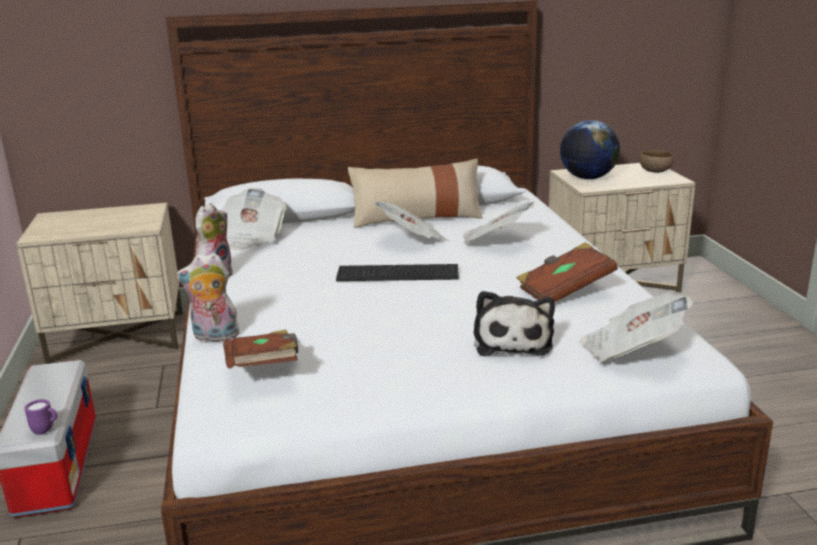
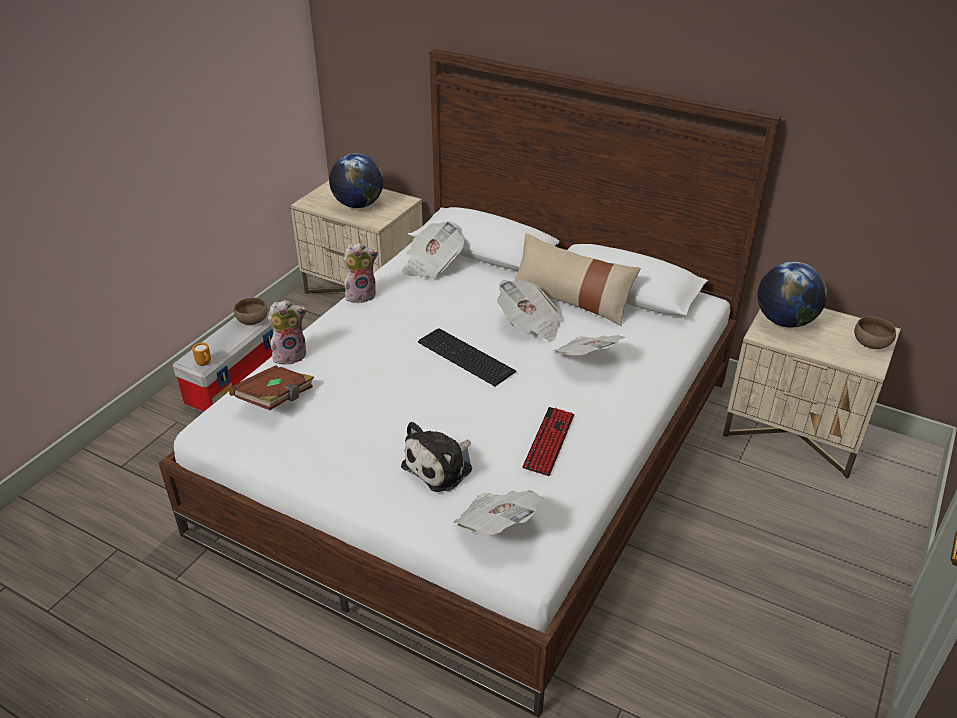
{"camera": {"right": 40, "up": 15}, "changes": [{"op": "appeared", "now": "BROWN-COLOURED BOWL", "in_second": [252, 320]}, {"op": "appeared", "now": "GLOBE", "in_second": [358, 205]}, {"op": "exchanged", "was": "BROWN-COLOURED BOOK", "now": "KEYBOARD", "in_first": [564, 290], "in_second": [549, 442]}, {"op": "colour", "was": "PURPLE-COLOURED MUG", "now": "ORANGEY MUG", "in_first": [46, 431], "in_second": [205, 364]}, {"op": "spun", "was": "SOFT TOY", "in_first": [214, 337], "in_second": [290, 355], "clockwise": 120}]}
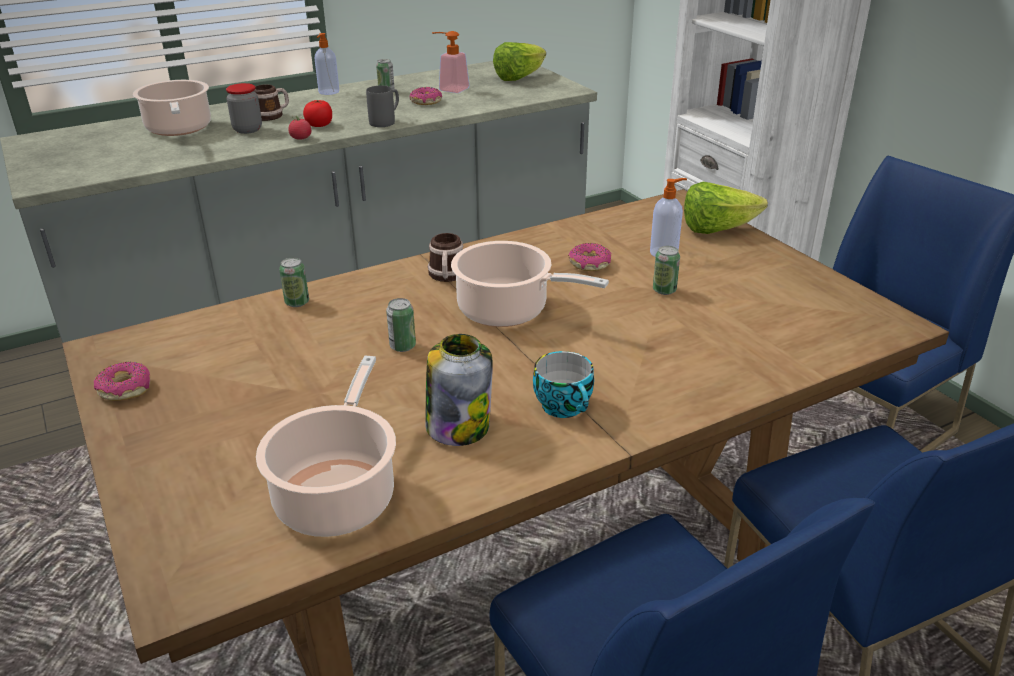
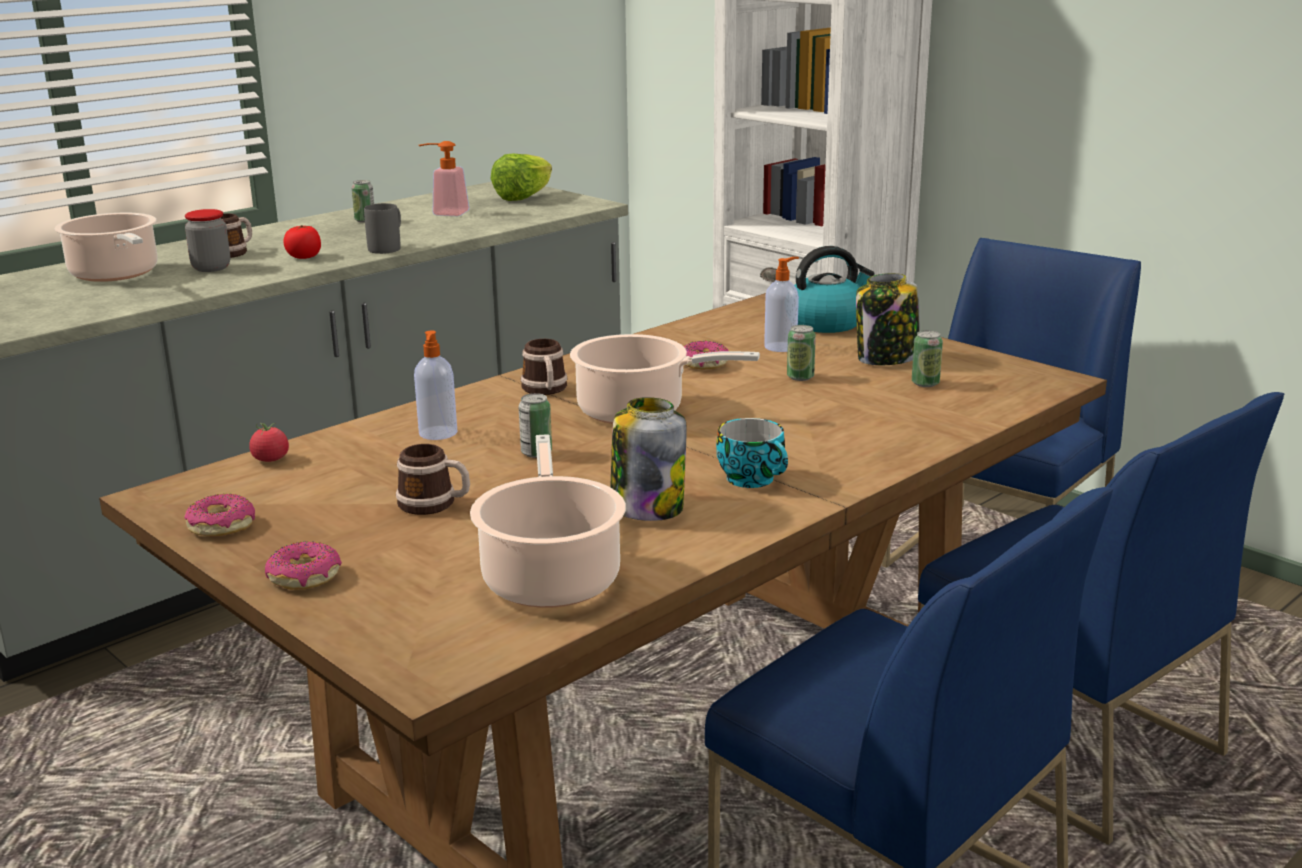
{"camera": {"right": -15, "up": -10}, "changes": [{"op": "appeared", "now": "MUG", "in_second": [434, 504]}, {"op": "appeared", "now": "PRESERVE JAR", "in_second": [886, 359]}, {"op": "relocated", "was": "SEALED CAN", "in_first": [297, 302], "in_second": [925, 383]}, {"op": "relocated", "was": "FRESH TOMATO", "in_first": [301, 138], "in_second": [270, 459]}, {"op": "relocated", "was": "SOAP DISPENSER", "in_first": [328, 92], "in_second": [438, 434]}, {"op": "relocated", "was": "DOUGHNUT", "in_first": [426, 102], "in_second": [305, 577]}, {"op": "exchanged", "was": "LETTUCE HEAD", "now": "KETTLE", "in_first": [717, 229], "in_second": [826, 322]}]}
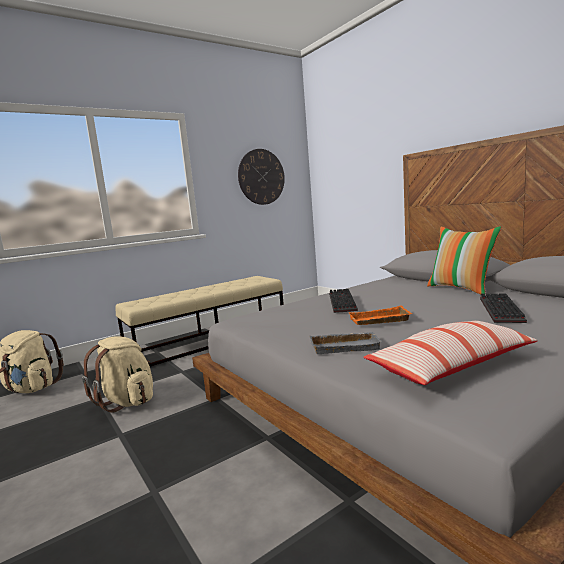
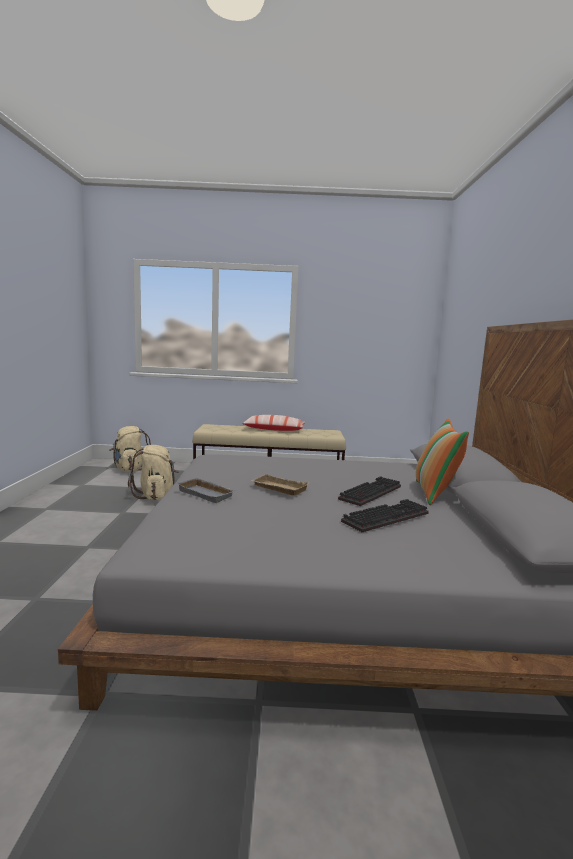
{"camera": {"right": 35, "up": 0}, "changes": [{"op": "missing", "was": "CLOCK ON THE WALL", "in_first": [261, 177]}, {"op": "relocated", "was": "KEYBOARD", "in_first": [340, 302], "in_second": [370, 492]}, {"op": "relocated", "was": "CUSHION", "in_first": [451, 366], "in_second": [274, 430]}, {"op": "colour", "was": "ORANGEY SERVING TRAY", "now": "BEIGE SERVING TRAY", "in_first": [379, 321], "in_second": [278, 488]}]}
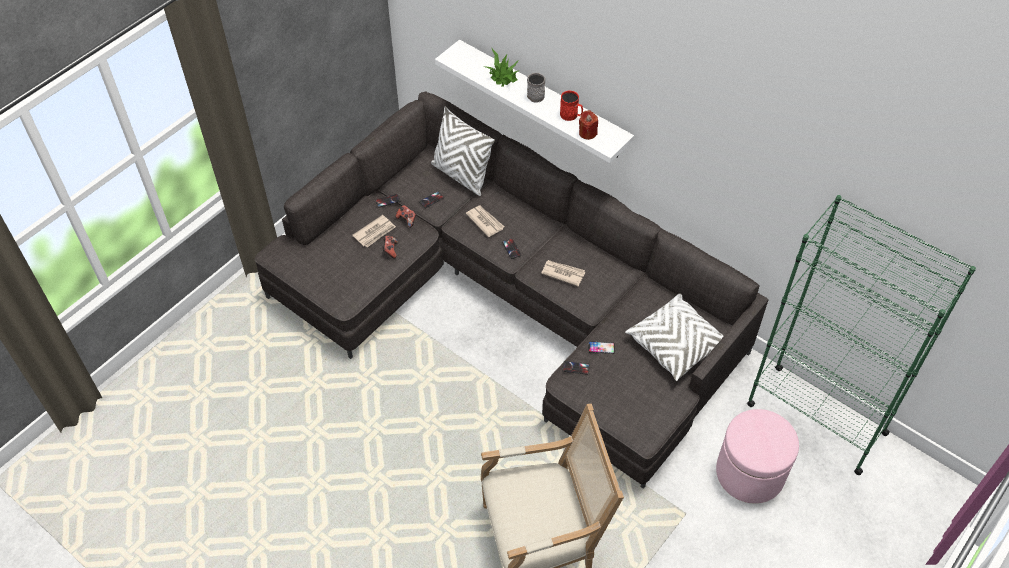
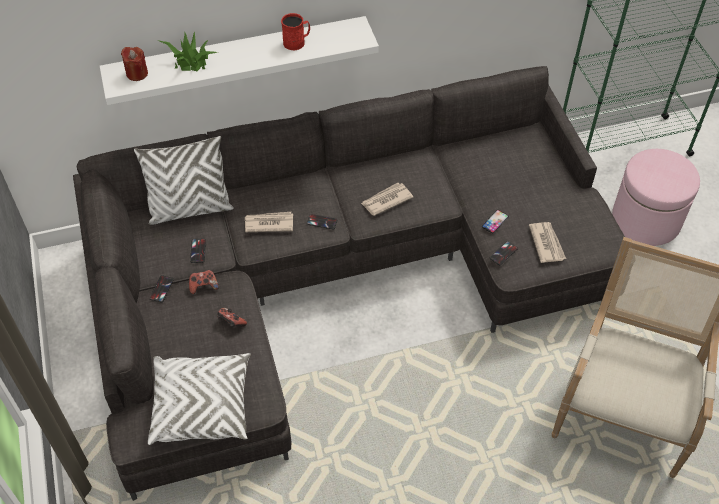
{"camera": {"right": -55, "up": 0}, "changes": [{"op": "missing", "was": "GRAY MUG", "in_first": [534, 94]}, {"op": "relocated", "was": "PRINTED PAPER", "in_first": [375, 232], "in_second": [546, 243]}, {"op": "relocated", "was": "RED-COLOURED WAX CANDLE", "in_first": [587, 133], "in_second": [137, 73]}, {"op": "relocated", "was": "WHITISH CUSHION", "in_first": [676, 344], "in_second": [202, 405]}]}
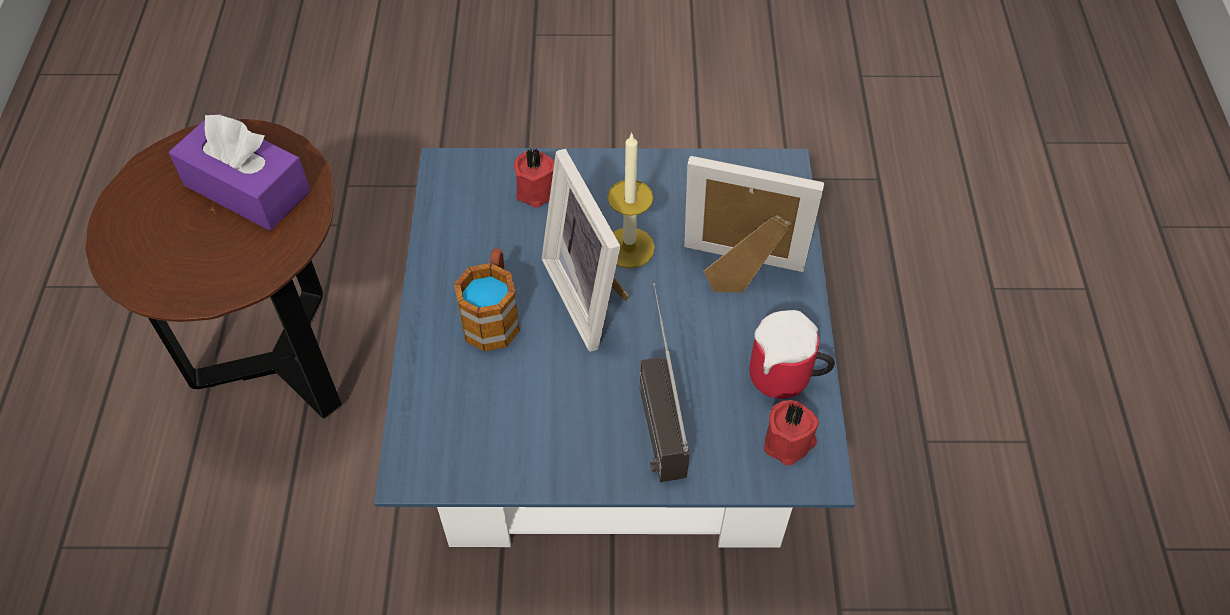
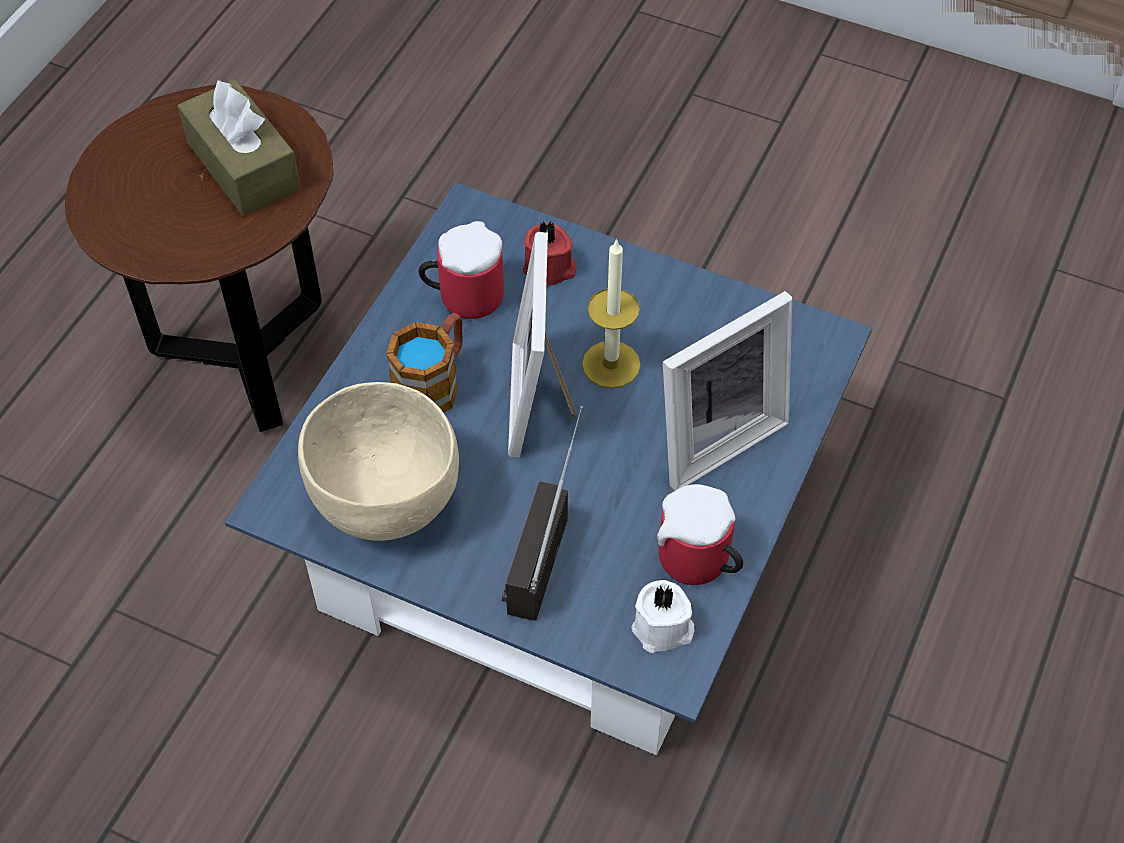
{"camera": {"right": 25, "up": 0}, "changes": [{"op": "appeared", "now": "BEIGE BOWL", "in_second": [387, 502]}, {"op": "appeared", "now": "MUG", "in_second": [463, 294]}, {"op": "colour", "was": "PURPLE-COLOURED TISSUE HOLDER", "now": "BROWN-COLOURED TISSUE HOLDER", "in_first": [247, 188], "in_second": [243, 166]}, {"op": "colour", "was": "RED-COLOURED WAX CANDLE", "now": "WHITISH WAX CANDLE", "in_first": [790, 442], "in_second": [663, 630]}, {"op": "spun", "was": "STANDING FRAME", "in_first": [739, 274], "in_second": [713, 436], "clockwise": 105}]}
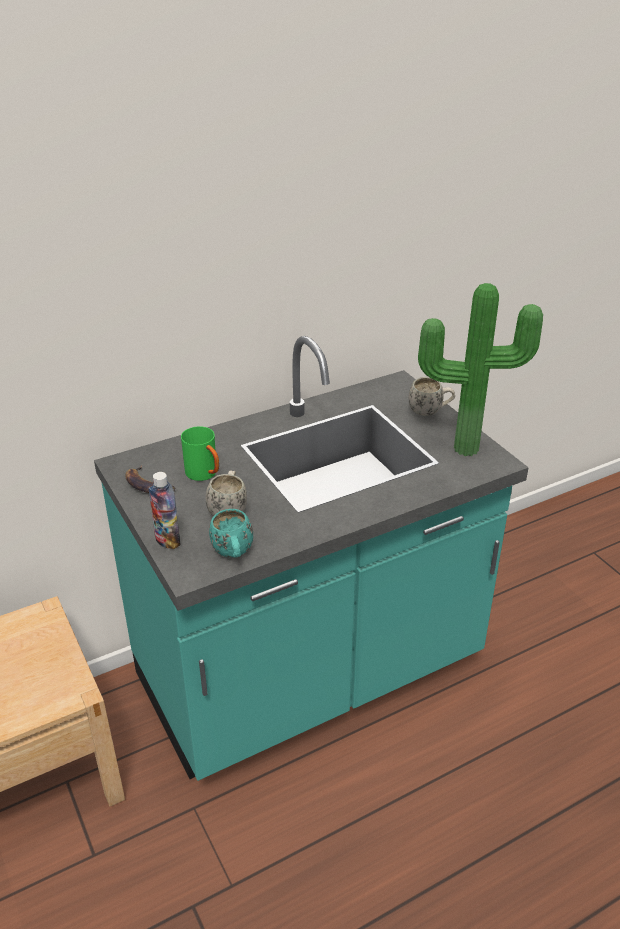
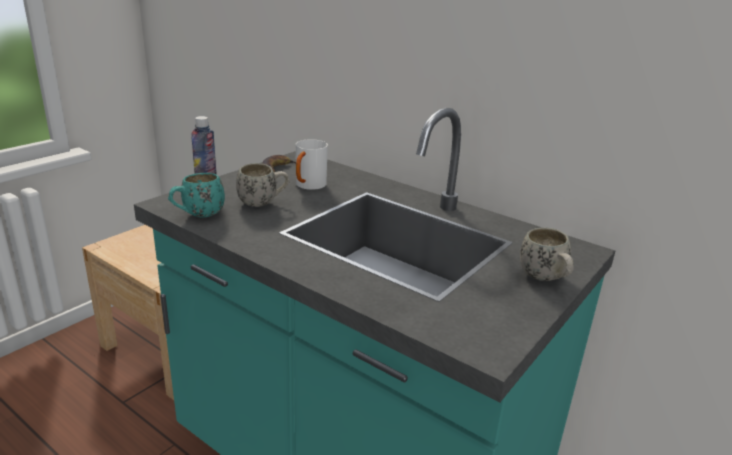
{"camera": {"right": 65, "up": -10}, "changes": [{"op": "missing", "was": "HOUSEPLANT", "in_first": [465, 446]}, {"op": "colour", "was": "GREENISH MUG", "now": "WHITISH MUG", "in_first": [205, 475], "in_second": [308, 186]}]}
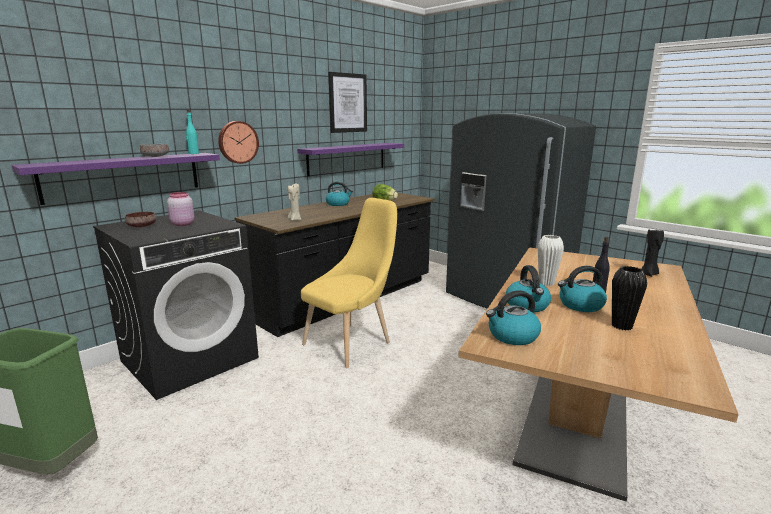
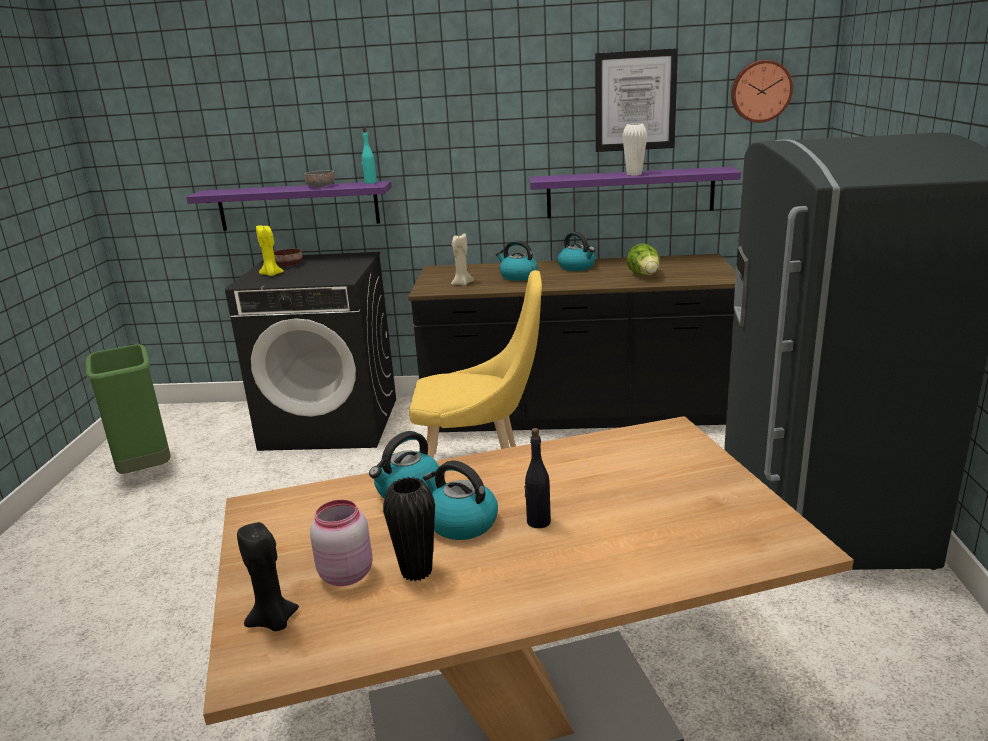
{"camera": {"right": 50, "up": 5}, "changes": [{"op": "appeared", "now": "YELLOW WAX CANDLE", "in_second": [271, 274]}, {"op": "relocated", "was": "PINKISH PRESERVE JAR", "in_first": [182, 224], "in_second": [345, 573]}, {"op": "relocated", "was": "CLOCK ON THE WALL", "in_first": [237, 142], "in_second": [760, 91]}, {"op": "relocated", "was": "KETTLE", "in_first": [512, 336], "in_second": [517, 276]}, {"op": "relocated", "was": "WHITISH FLOWER VASE", "in_first": [546, 283], "in_second": [634, 174]}, {"op": "relocated", "was": "BLACK WAX CANDLE", "in_first": [649, 274], "in_second": [274, 622]}]}
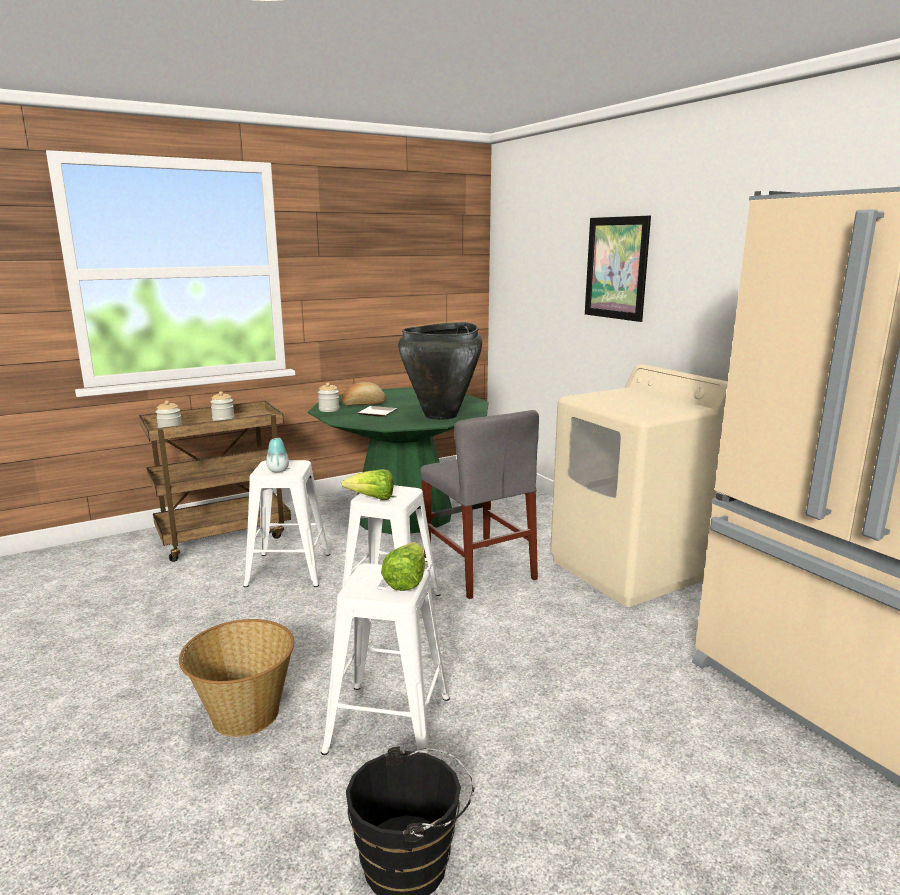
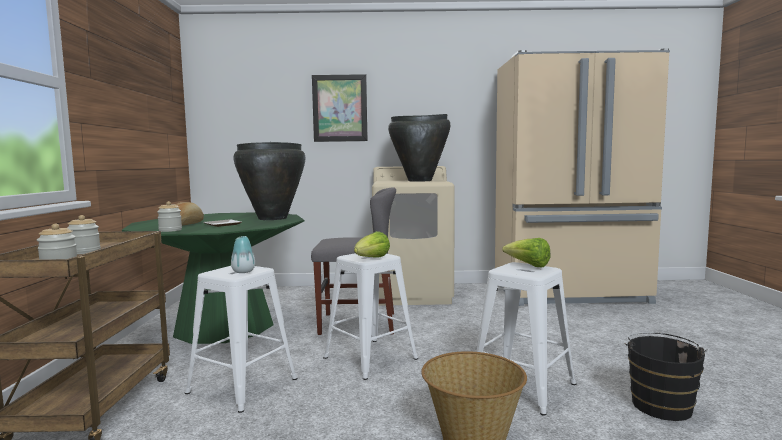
{"camera": {"right": -60, "up": -10}, "changes": [{"op": "appeared", "now": "BLACK FLOWER VASE", "in_second": [419, 181]}]}
